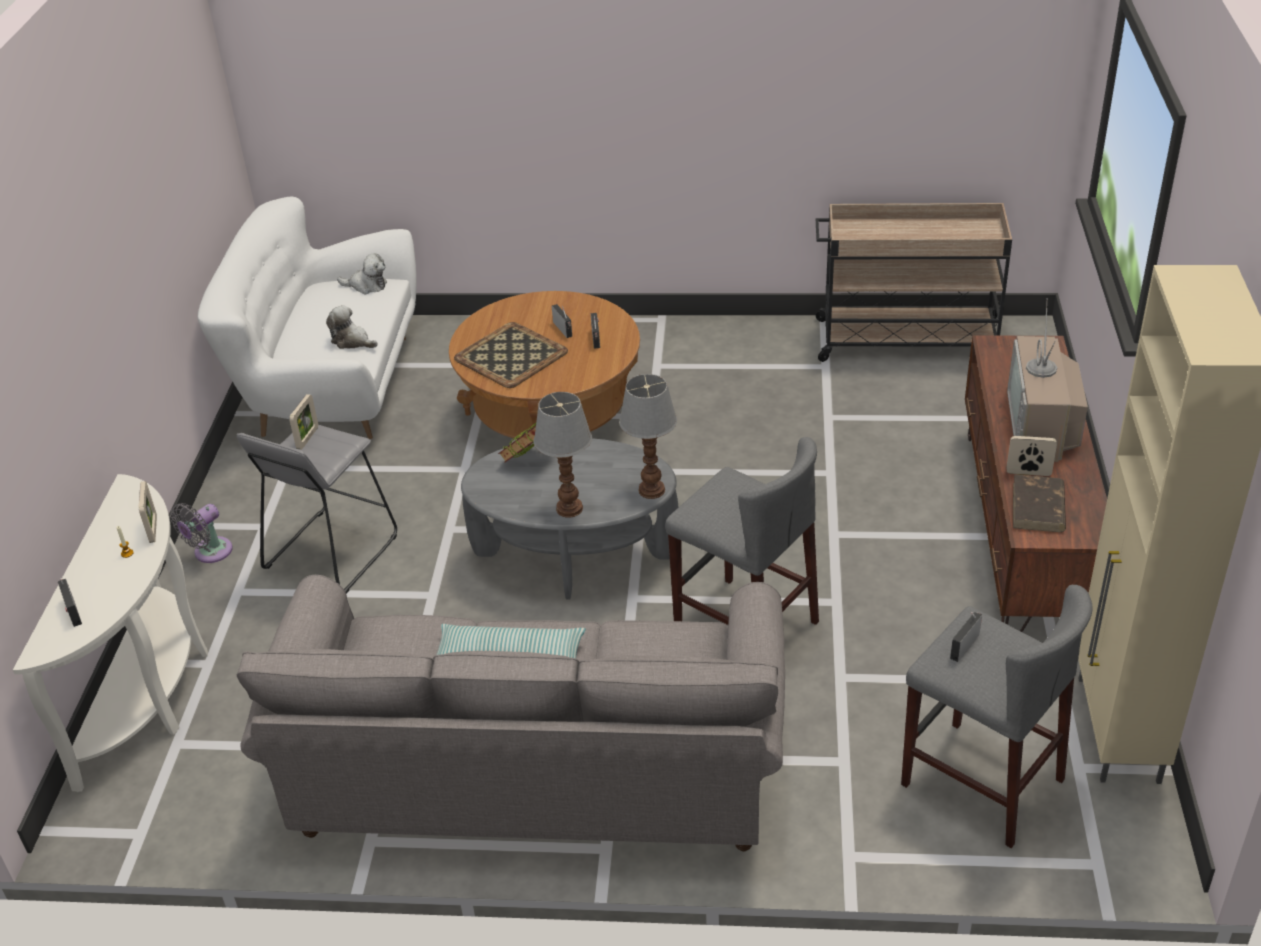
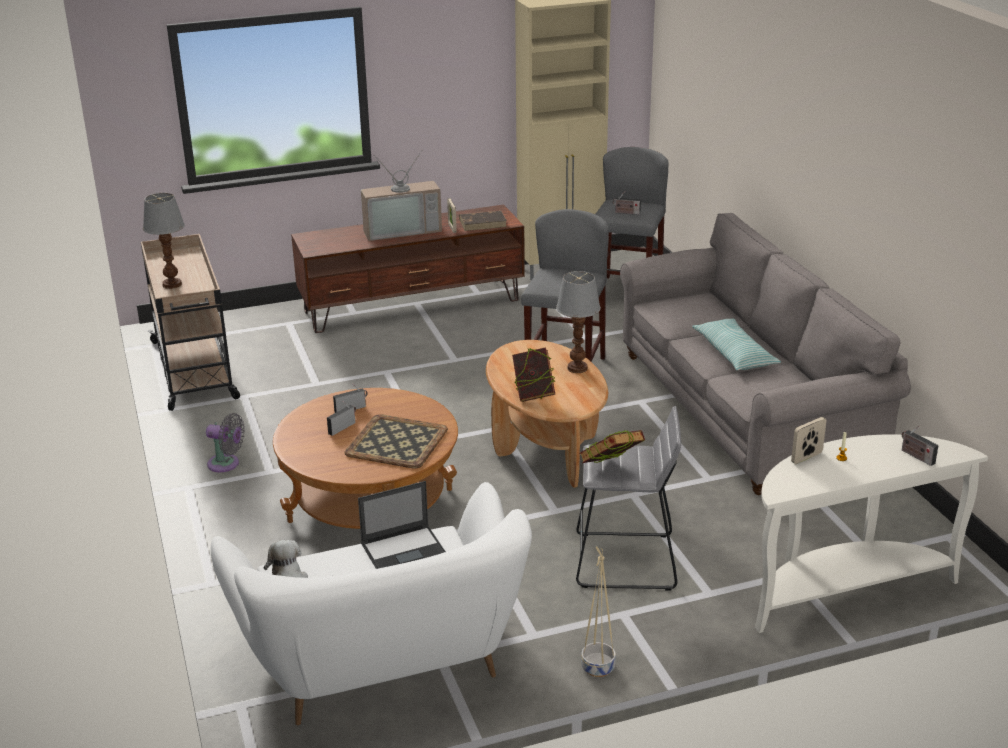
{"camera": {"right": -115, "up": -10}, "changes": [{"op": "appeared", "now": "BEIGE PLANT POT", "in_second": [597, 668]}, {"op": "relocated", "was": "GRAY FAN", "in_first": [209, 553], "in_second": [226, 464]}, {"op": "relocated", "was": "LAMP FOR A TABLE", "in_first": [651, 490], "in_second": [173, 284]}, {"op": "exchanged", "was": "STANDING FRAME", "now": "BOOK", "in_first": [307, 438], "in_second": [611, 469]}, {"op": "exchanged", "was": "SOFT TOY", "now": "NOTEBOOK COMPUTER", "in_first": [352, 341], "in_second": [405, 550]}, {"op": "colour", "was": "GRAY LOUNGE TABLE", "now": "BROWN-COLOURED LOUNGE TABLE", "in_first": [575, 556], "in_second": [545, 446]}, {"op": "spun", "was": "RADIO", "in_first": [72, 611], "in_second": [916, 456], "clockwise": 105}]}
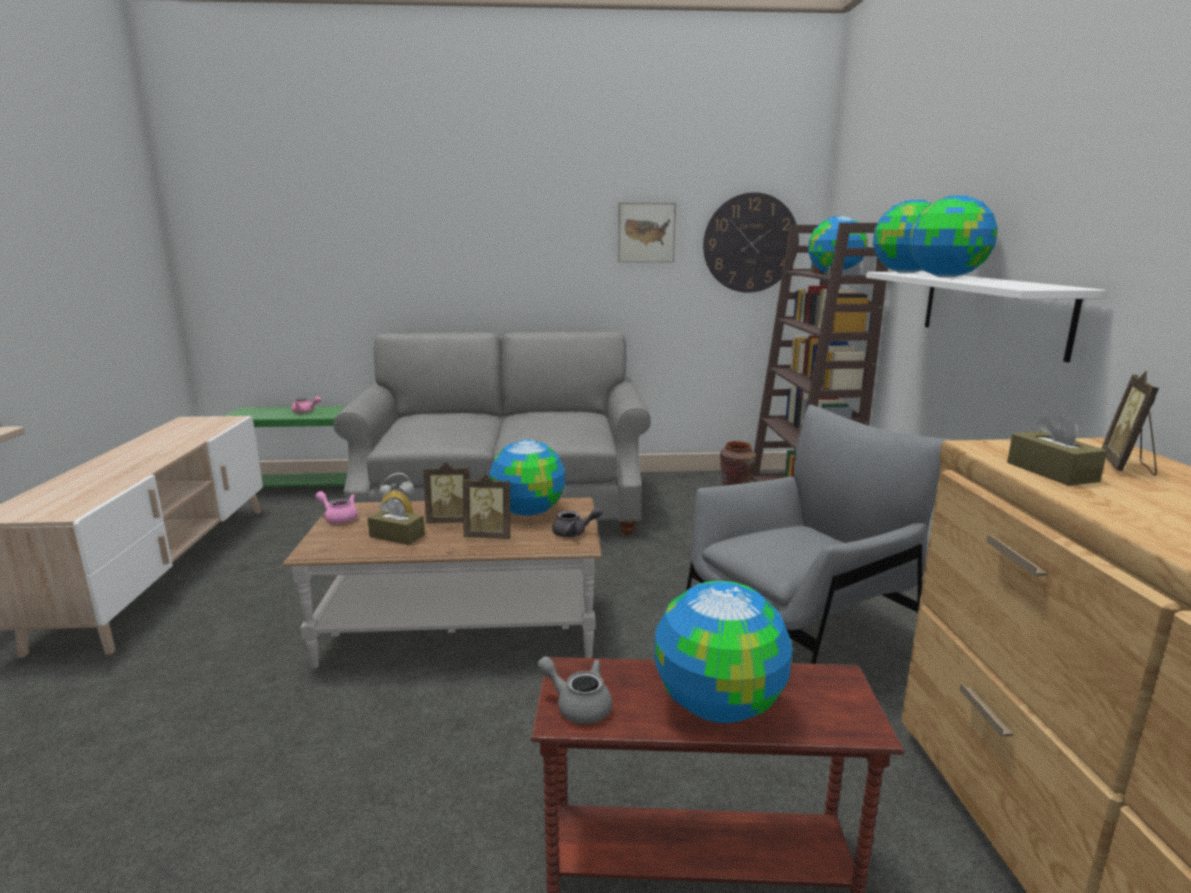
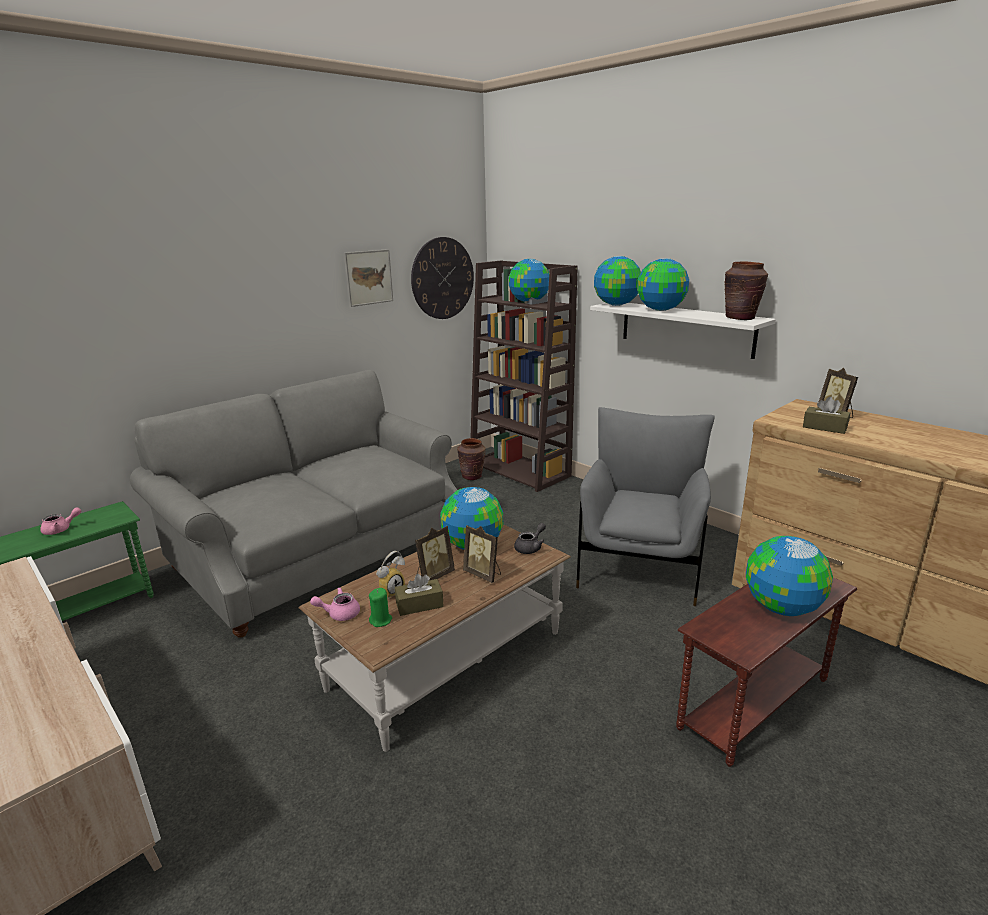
{"camera": {"right": -40, "up": 5}, "changes": [{"op": "missing", "was": "GRAY TEAPOT", "in_first": [578, 705]}, {"op": "appeared", "now": "GREENISH WAX CANDLE", "in_second": [381, 620]}, {"op": "appeared", "now": "BROWN-COLOURED FLOWER VASE", "in_second": [740, 318]}, {"op": "spun", "was": "STANDING FRAME", "in_first": [489, 536], "in_second": [483, 574], "clockwise": 75}]}
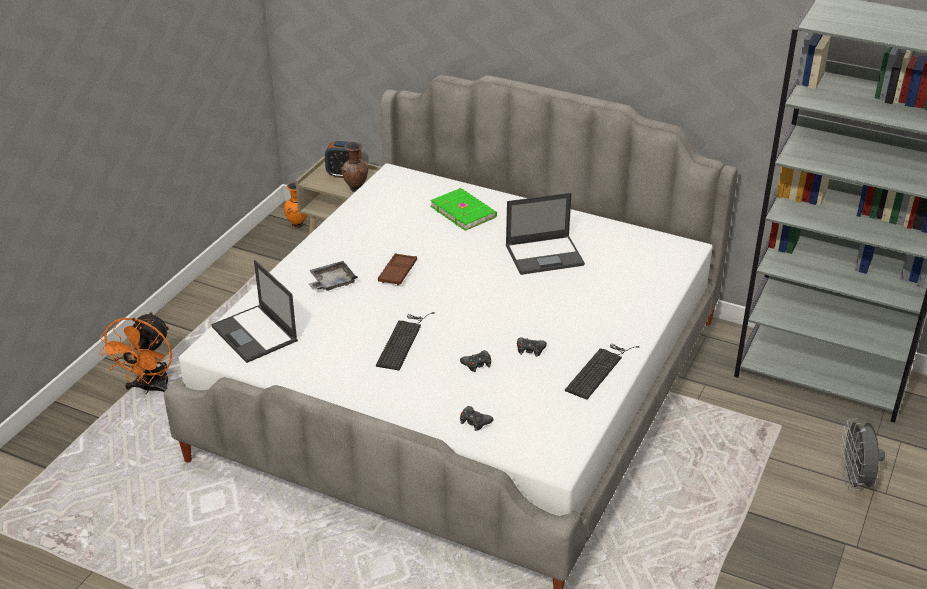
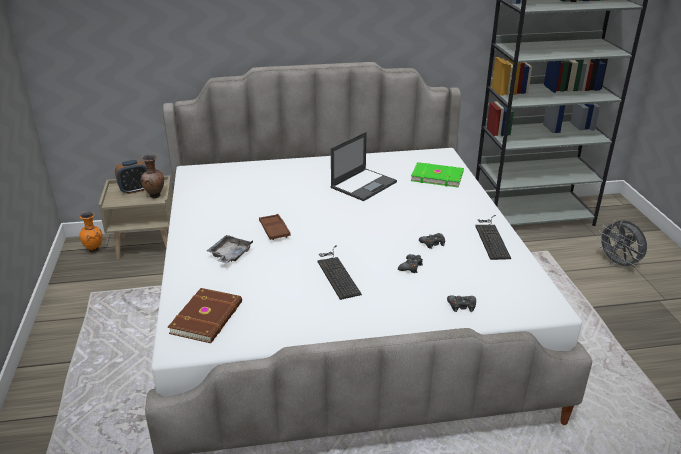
{"camera": {"right": -35, "up": -5}, "changes": [{"op": "missing", "was": "ORANGEY FAN", "in_first": [150, 389]}, {"op": "relocated", "was": "GREENISH BOOK", "in_first": [464, 211], "in_second": [436, 176]}, {"op": "exchanged", "was": "NOTEBOOK COMPUTER", "now": "BROWN-COLOURED BOOK", "in_first": [255, 334], "in_second": [208, 318]}]}
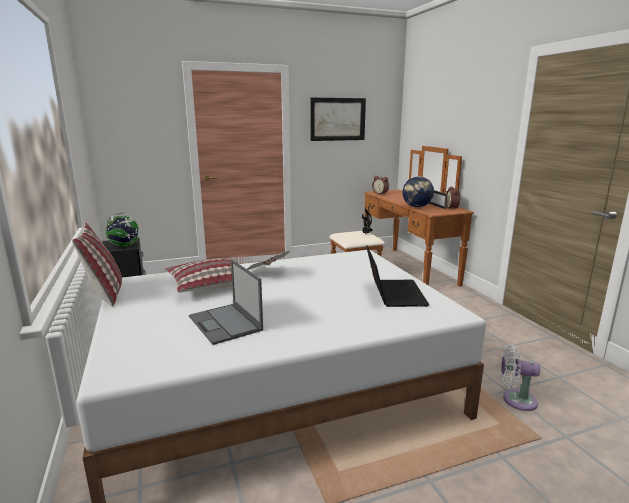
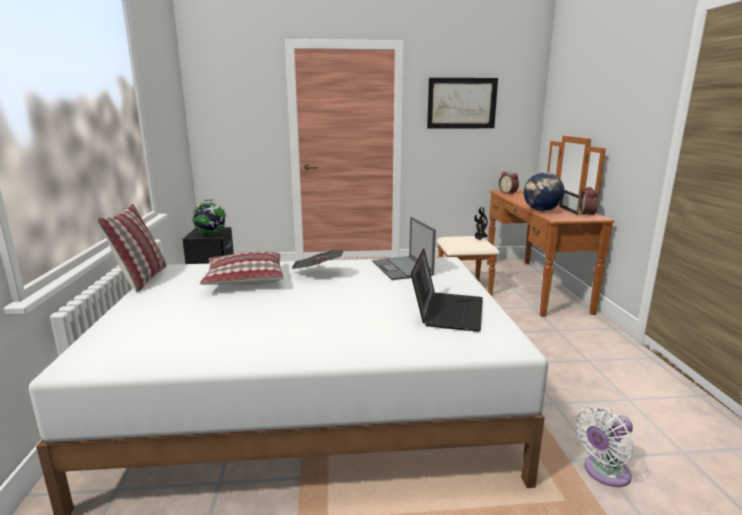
{"camera": {"right": 15, "up": 0}, "changes": [{"op": "relocated", "was": "NOTEBOOK COMPUTER", "in_first": [225, 323], "in_second": [402, 268]}, {"op": "spun", "was": "WHITISH FAN", "in_first": [515, 400], "in_second": [603, 472], "clockwise": -60}]}
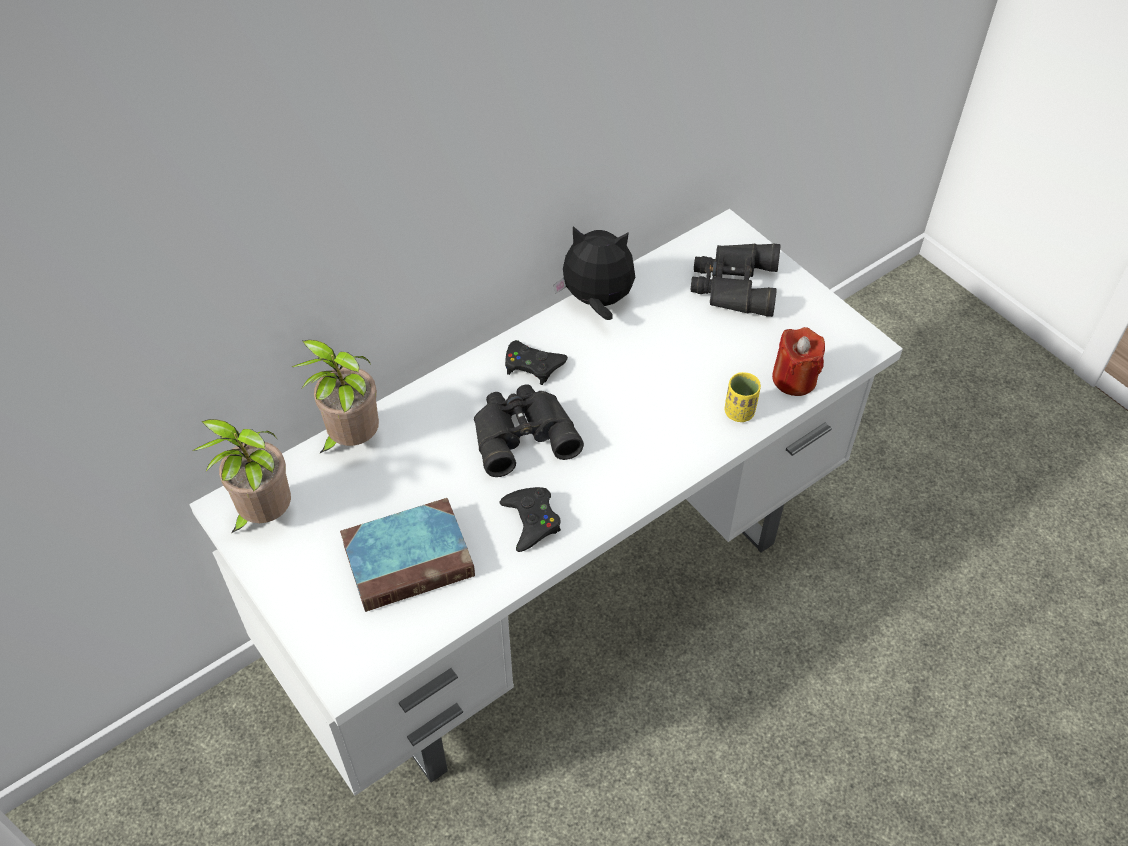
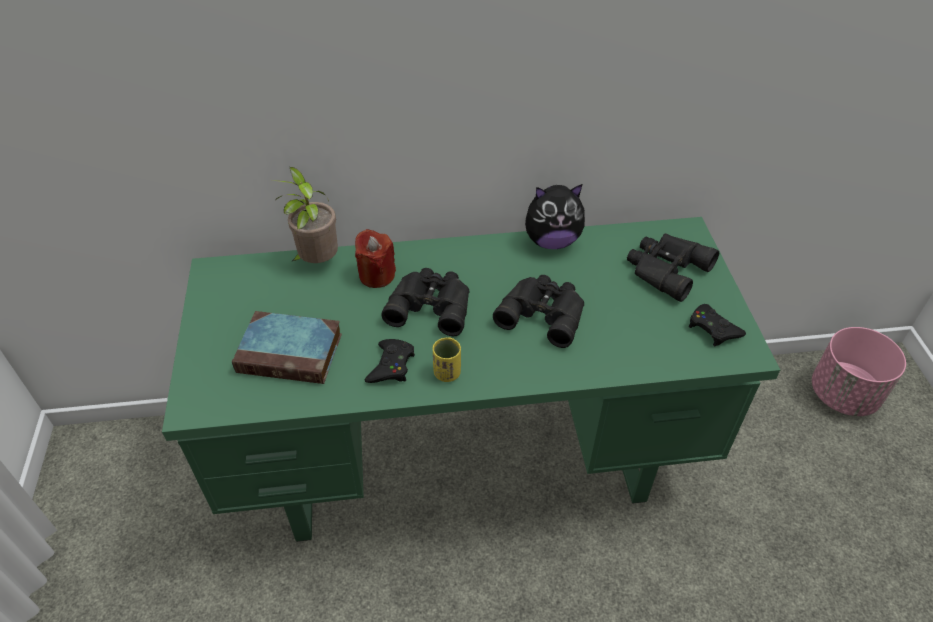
{"camera": {"right": 30, "up": -5}, "changes": [{"op": "missing", "was": "HOUSEPLANT", "in_first": [263, 516]}, {"op": "appeared", "now": "BLACK BINOCULARS", "in_second": [543, 312]}, {"op": "appeared", "now": "PINKISH PLANT POT", "in_second": [843, 394]}, {"op": "relocated", "was": "BLACK GAMEPAD", "in_first": [533, 365], "in_second": [713, 329]}, {"op": "relocated", "was": "YELLOW SMALL CUP", "in_first": [739, 412], "in_second": [447, 373]}, {"op": "relocated", "was": "RED-COLOURED WAX CANDLE", "in_first": [794, 379], "in_second": [377, 275]}, {"op": "colour", "was": "WHITISH DESK TABLE", "now": "GREENISH DESK TABLE", "in_first": [563, 594], "in_second": [467, 461]}, {"op": "spun", "was": "SOFT TOY", "in_first": [597, 301], "in_second": [552, 241], "clockwise": 135}]}
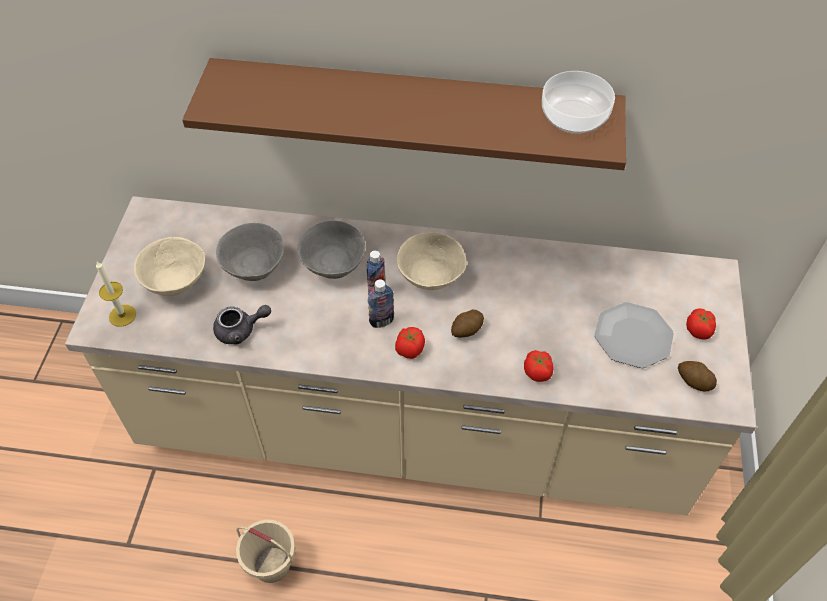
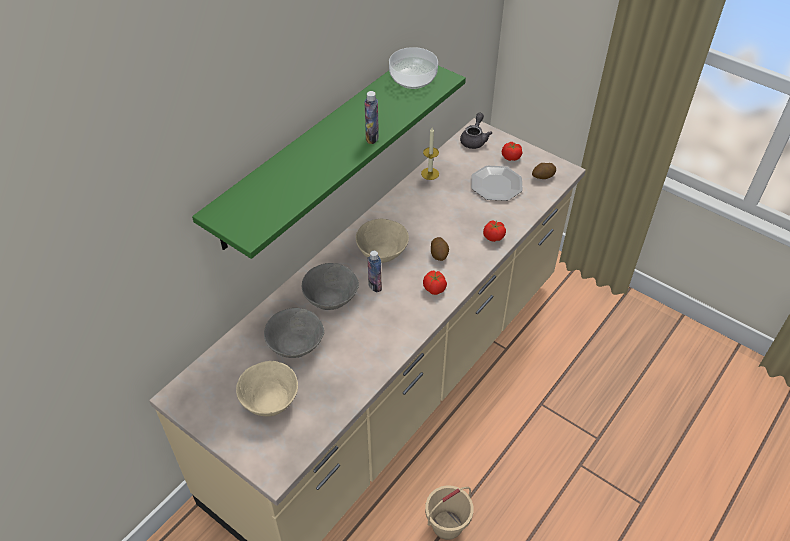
{"camera": {"right": -60, "up": -5}, "changes": [{"op": "relocated", "was": "WAX CANDLE", "in_first": [122, 315], "in_second": [430, 173]}, {"op": "relocated", "was": "GRAY TEAPOT", "in_first": [241, 330], "in_second": [474, 139]}, {"op": "relocated", "was": "BOTTLE", "in_first": [381, 321], "in_second": [372, 137]}, {"op": "colour", "was": "BROWN-COLOURED SHELF", "now": "GREENISH SHELF", "in_first": [413, 107], "in_second": [315, 150]}]}
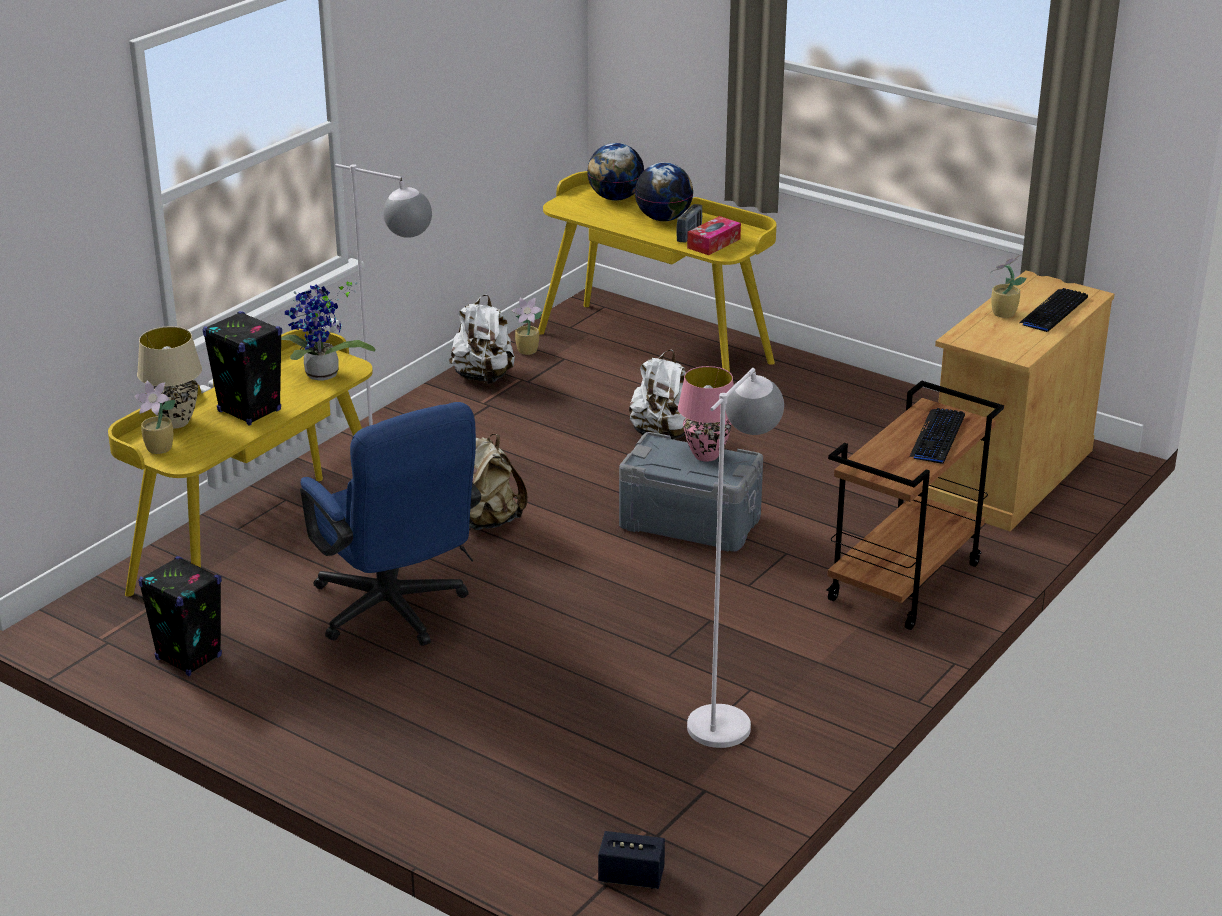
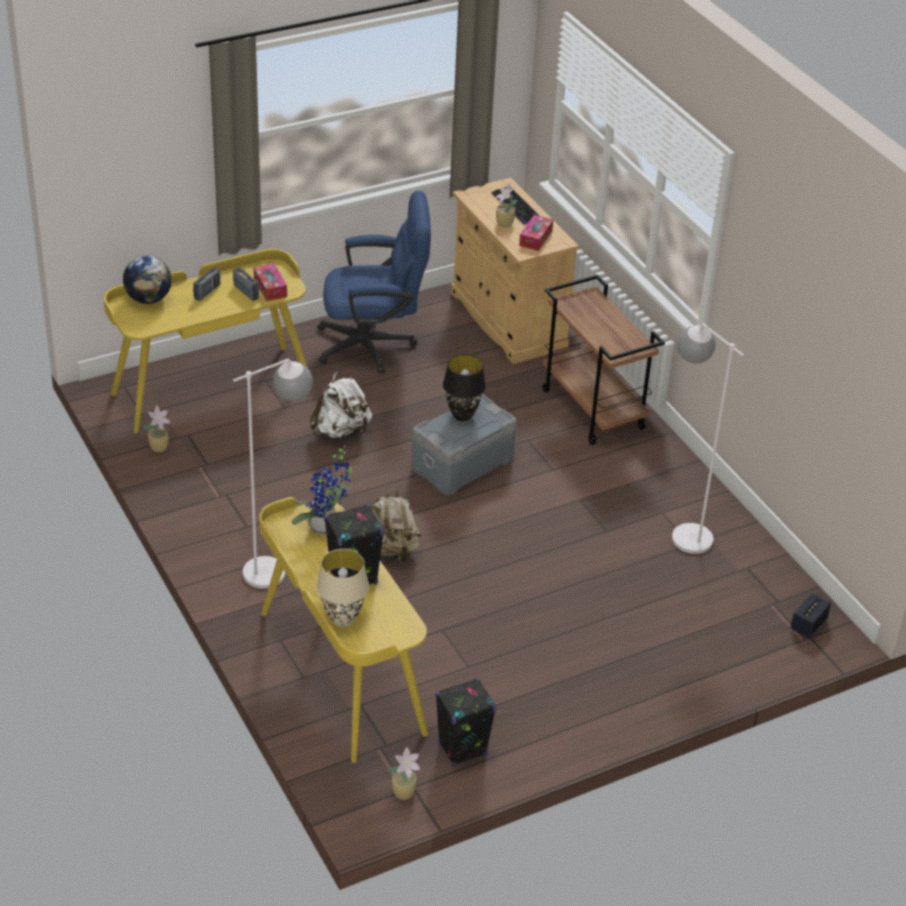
{"camera": {"right": -65, "up": 10}, "changes": [{"op": "missing", "was": "WHITISH BACKPACK", "in_first": [483, 377]}, {"op": "missing", "was": "KEYBOARD", "in_first": [937, 437]}, {"op": "appeared", "now": "TISSUE HOLDER", "in_second": [535, 238]}, {"op": "relocated", "was": "HOUSEPLANT", "in_first": [160, 449], "in_second": [405, 792]}, {"op": "relocated", "was": "BLUISH OFFICE CHAIR", "in_first": [395, 614], "in_second": [374, 345]}, {"op": "exchanged", "was": "GLOBE", "now": "RADIO", "in_first": [663, 219], "in_second": [207, 292]}, {"op": "colour", "was": "PINKISH LAMP FOR A TABLE", "now": "BLACK LAMP FOR A TABLE", "in_first": [706, 456], "in_second": [462, 416]}]}
